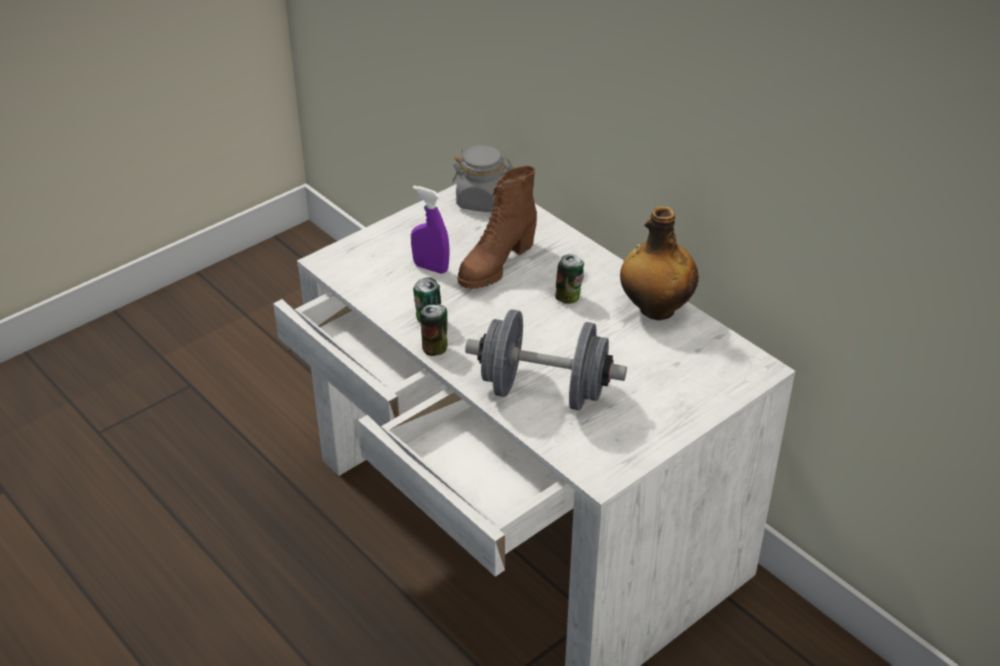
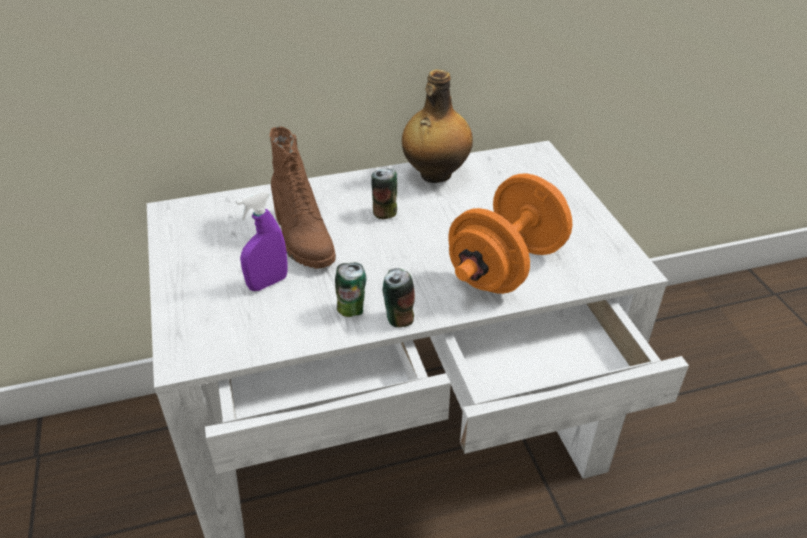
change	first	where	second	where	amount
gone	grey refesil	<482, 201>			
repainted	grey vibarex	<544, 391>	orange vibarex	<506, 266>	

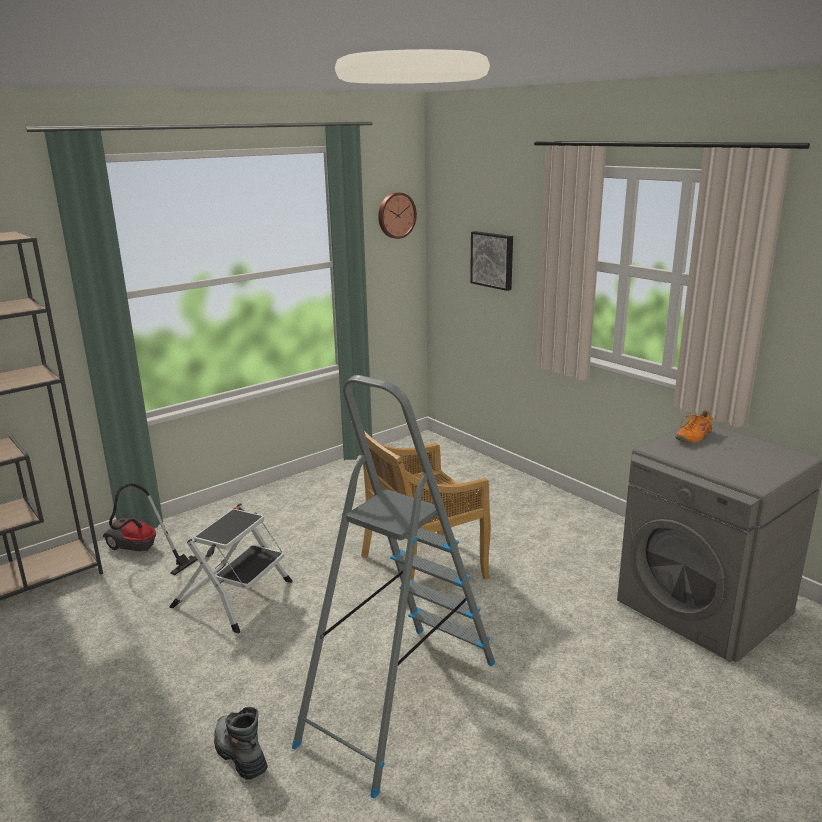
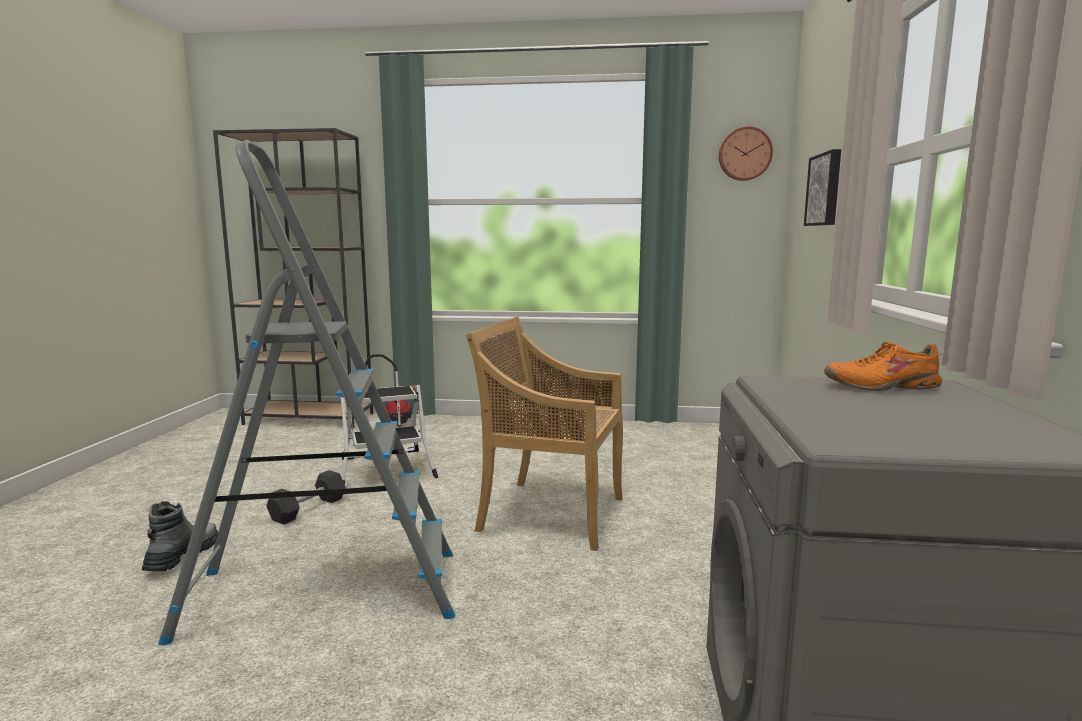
change	first	where	second	where	amount
new			black vibarex	<308, 509>	

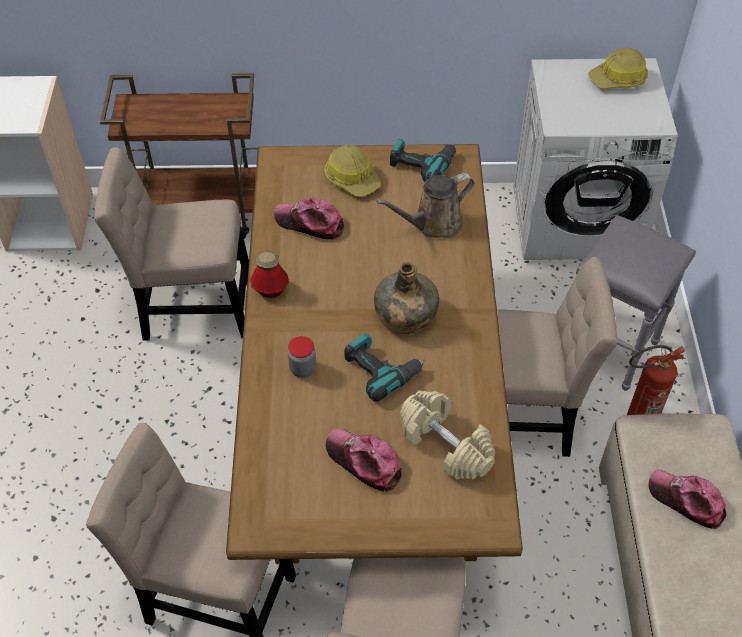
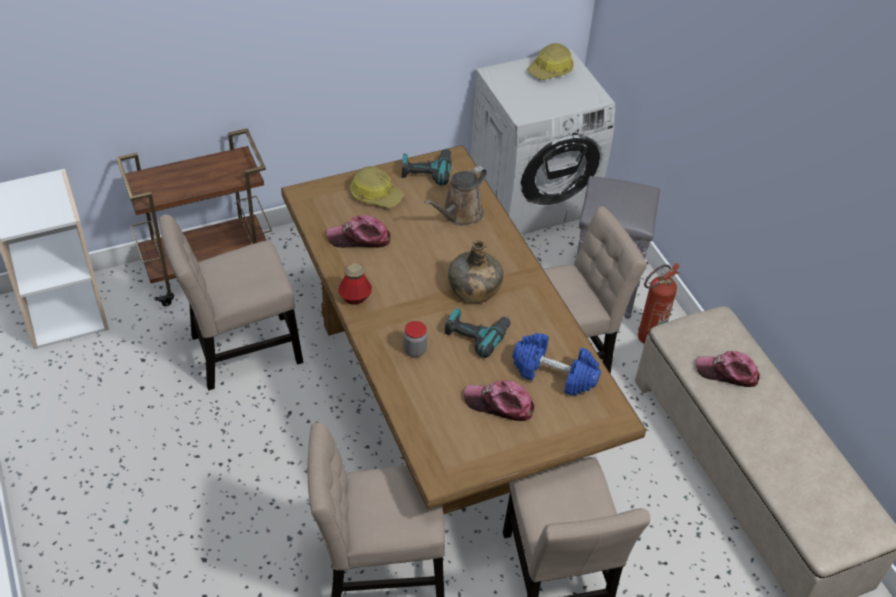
change	first	where	second	where	amount
repainted	beige vibarex	<446, 445>	blue vibarex	<555, 374>	

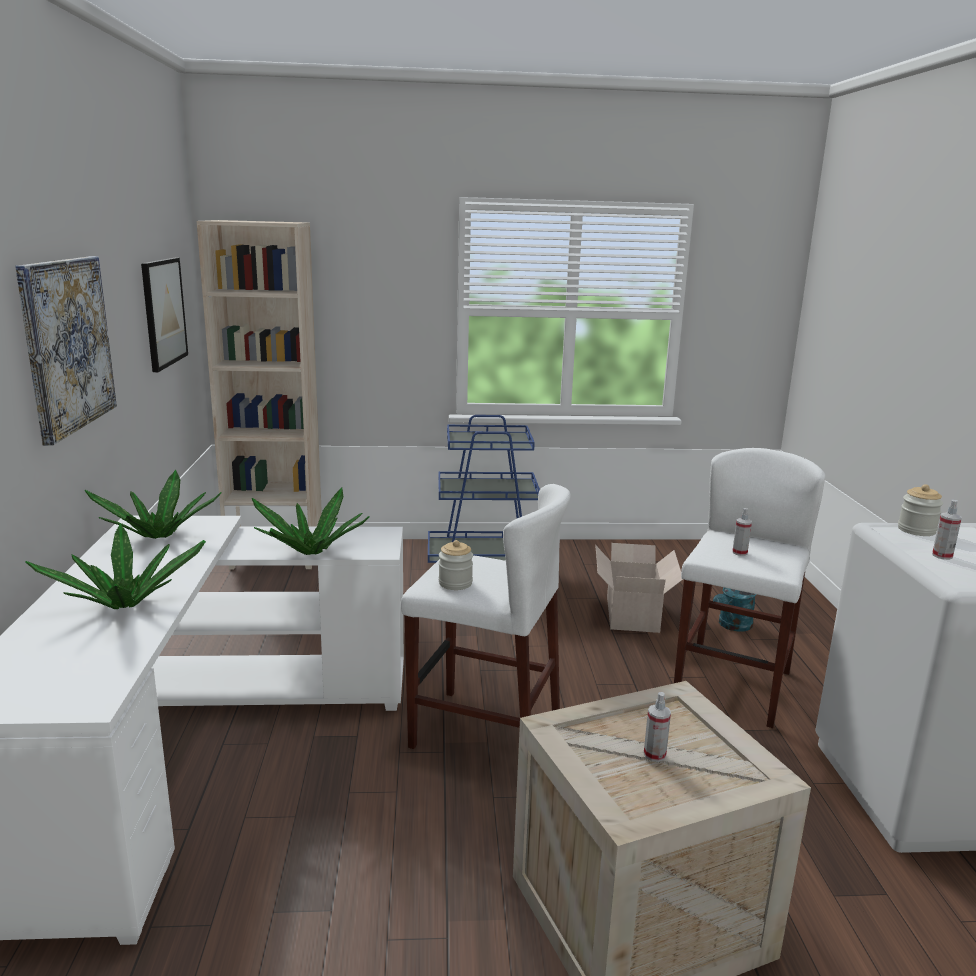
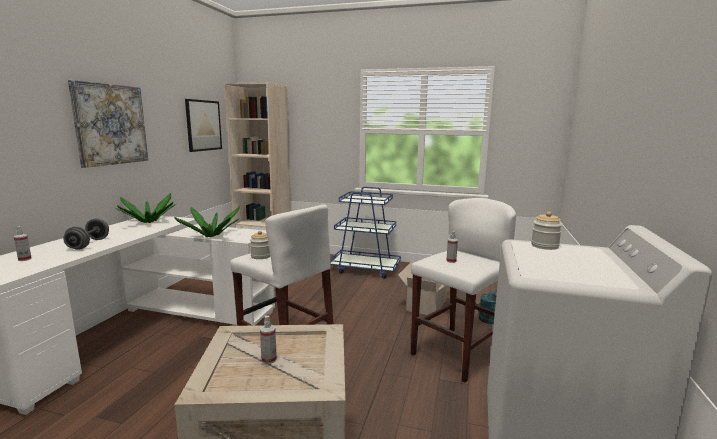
change	first	where	second	where	amount
shifted	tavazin	<942, 556>		<25, 259>	
swapped	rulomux	<125, 604>	grey vibarex	<89, 244>	

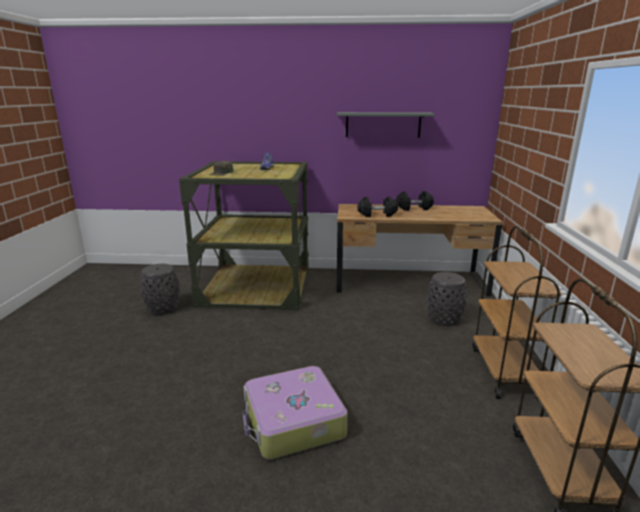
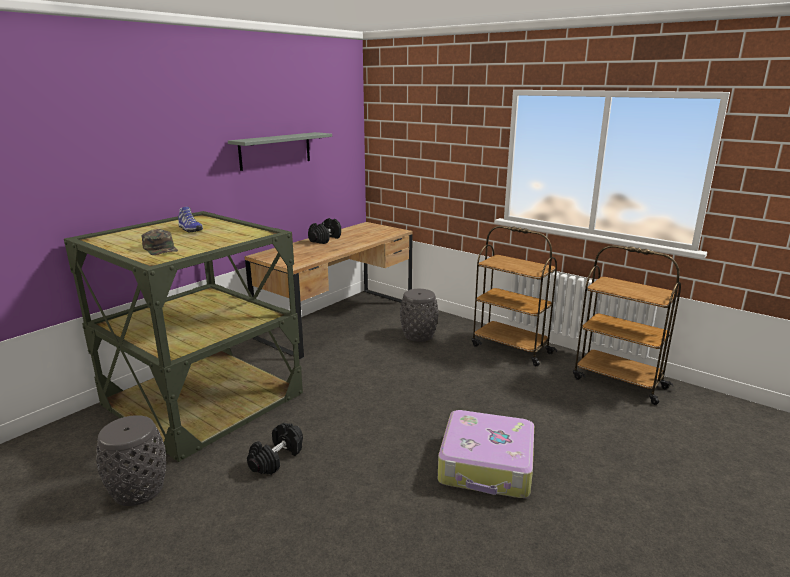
change	first	where	second	where	amount
shifted	black vibarex	<377, 214>		<276, 458>	

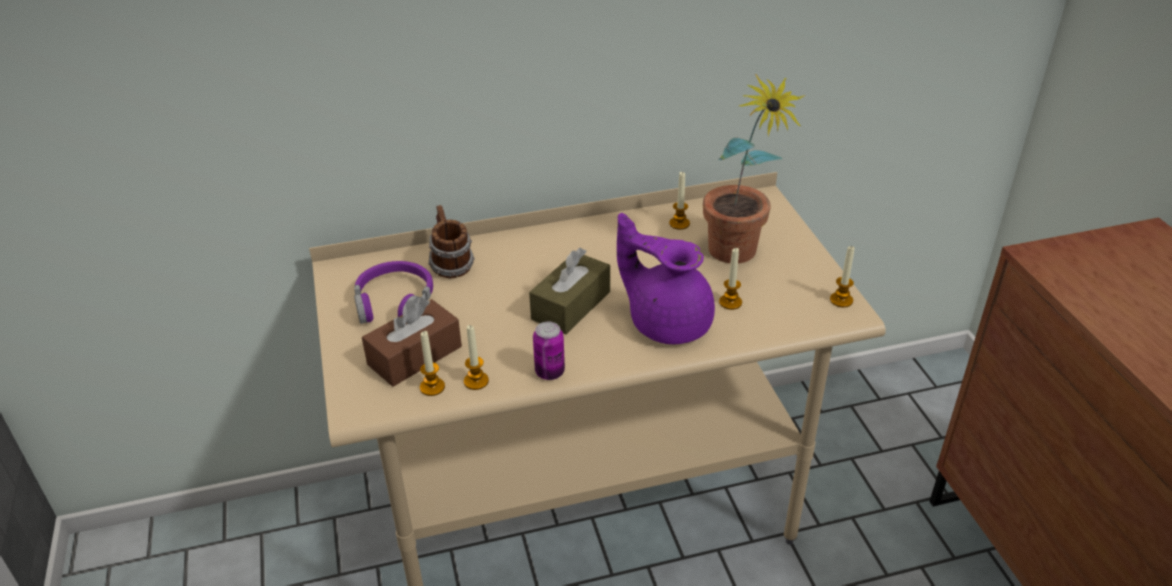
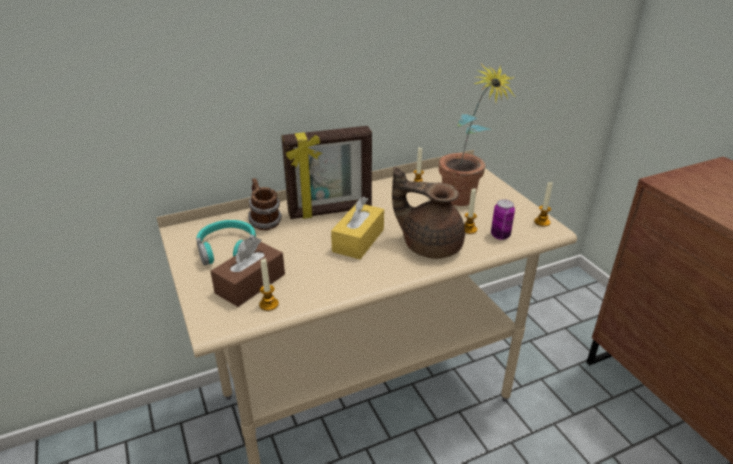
change	first	where	second	where	amount
repainted	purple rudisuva	<667, 321>	brown rudisuva	<429, 245>	
repainted	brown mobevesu	<571, 305>	yellow mobevesu	<358, 240>	
repainted	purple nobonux	<394, 302>	turquoise nobonux	<227, 249>	
shifted	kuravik	<550, 372>		<500, 235>	
gone	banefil	<476, 381>			
new			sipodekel	<330, 211>	

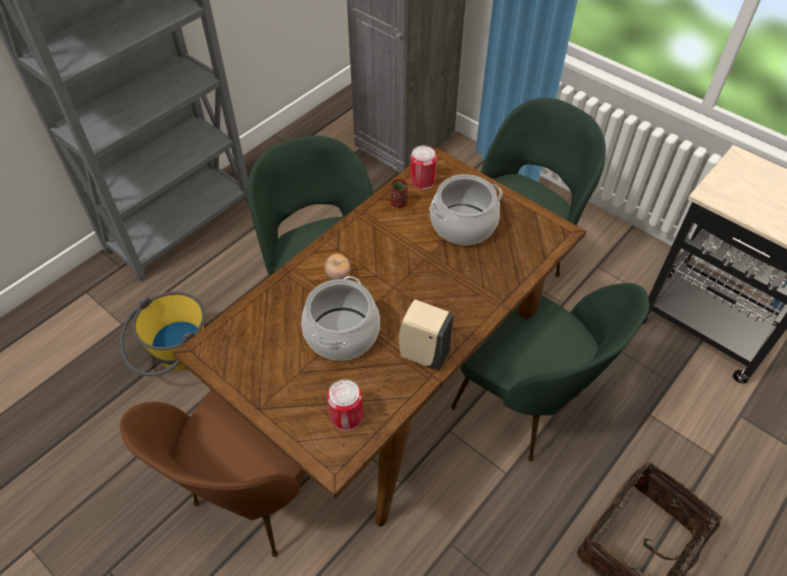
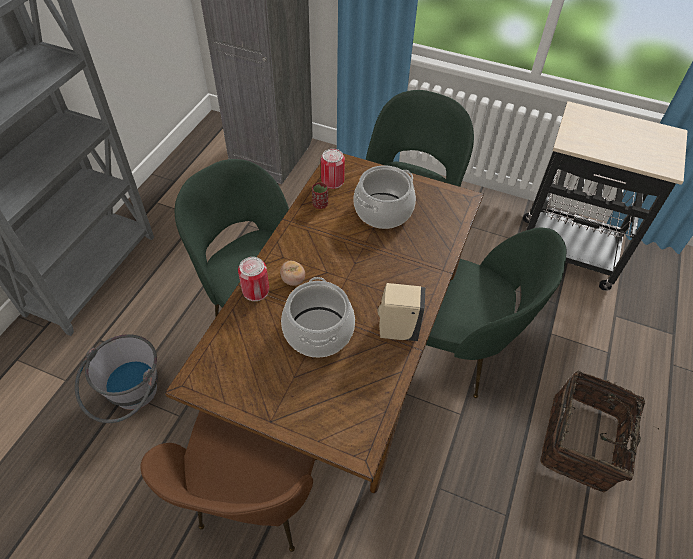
change	first	where	second	where	amount
repainted	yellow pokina	<174, 359>	grey pokina	<131, 399>	
shifted	kuravik	<346, 416>		<255, 290>	

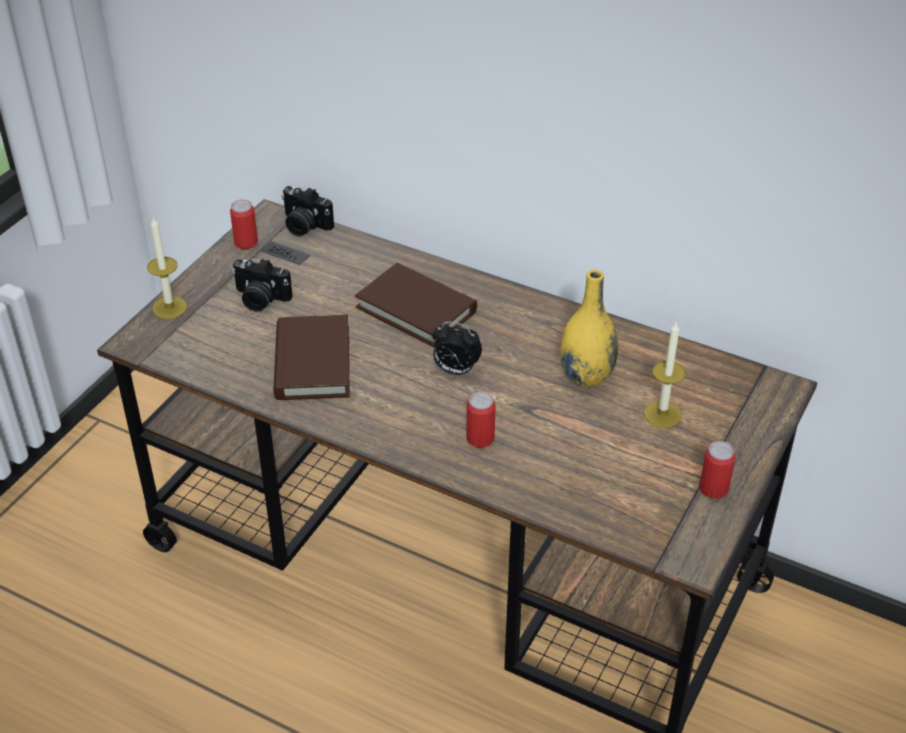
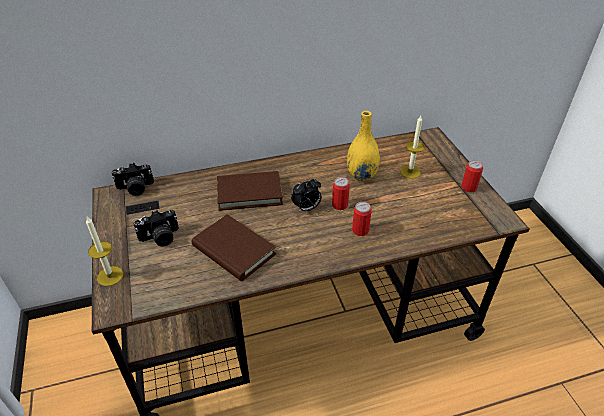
change	first	where	second	where	amount
shifted	kuravik	<246, 242>		<340, 205>	

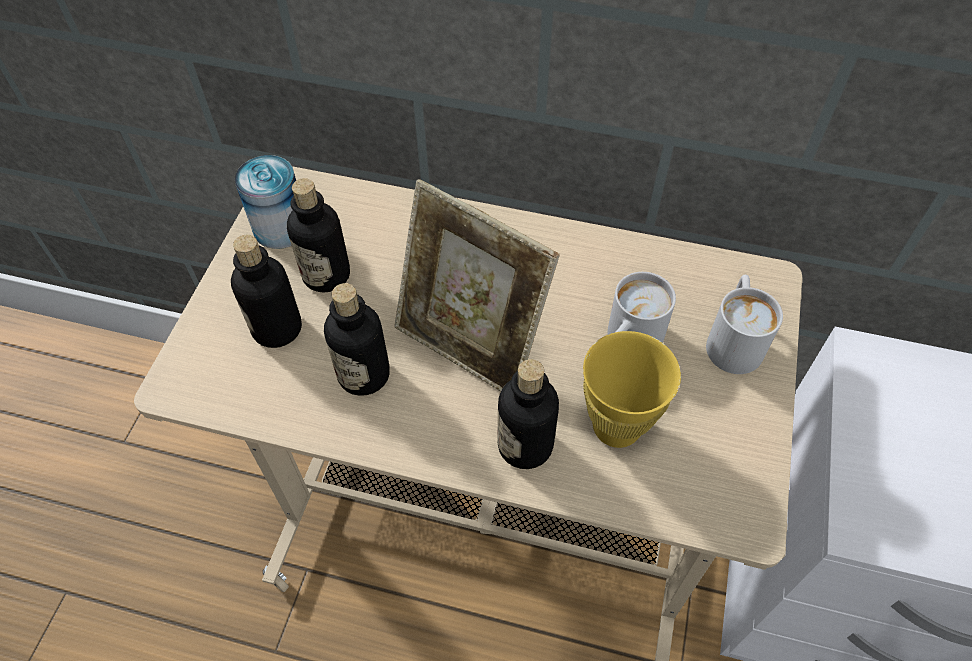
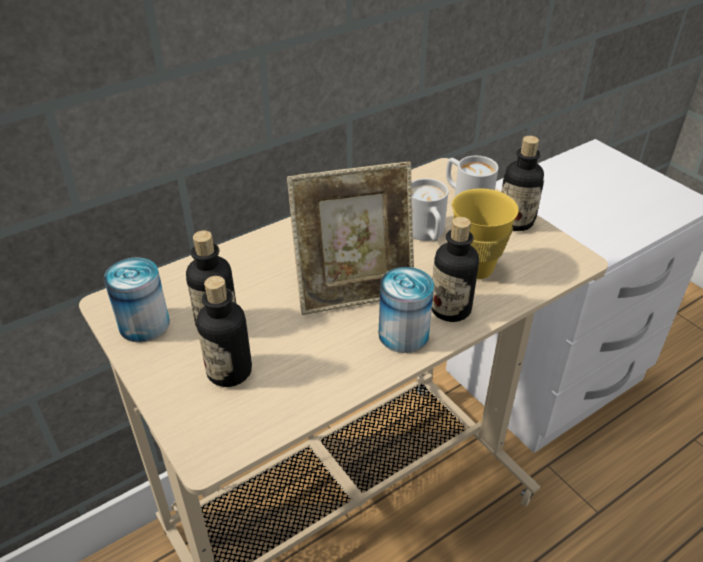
change	first	where	second	where	amount
shifted	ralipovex	<364, 374>		<515, 222>	
new			kuravik	<403, 334>	

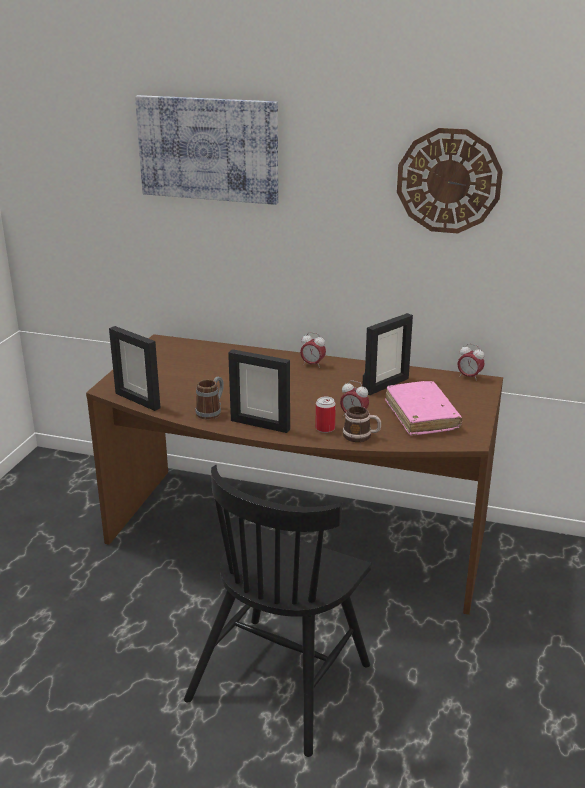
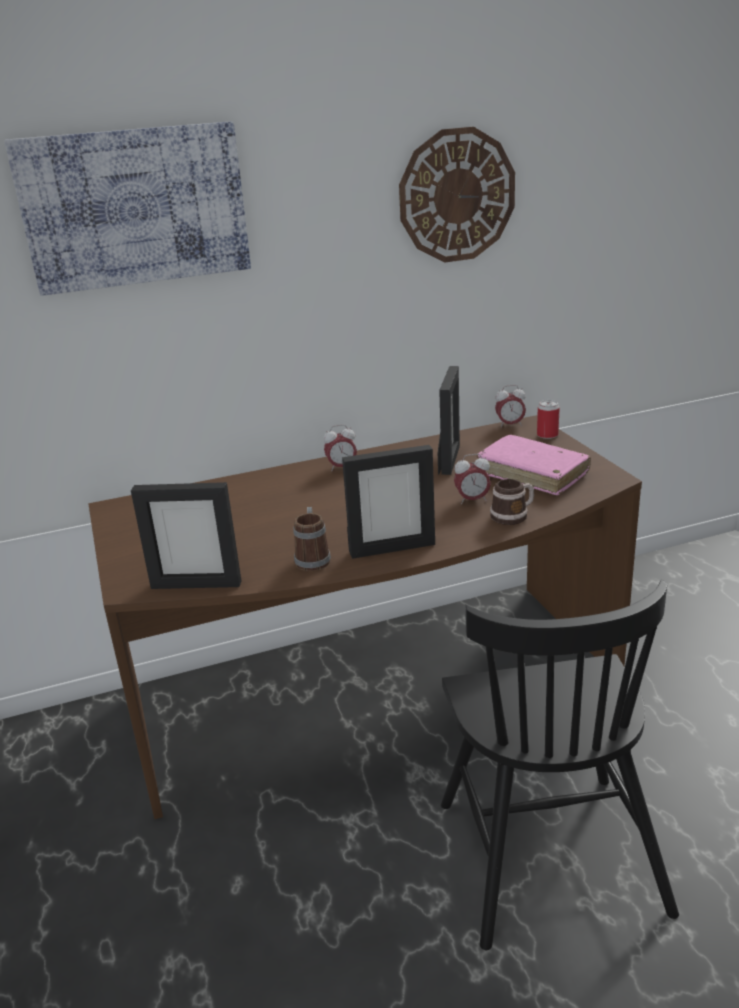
change	first	where	second	where	amount
shifted	kuravik	<325, 428>		<547, 435>	

